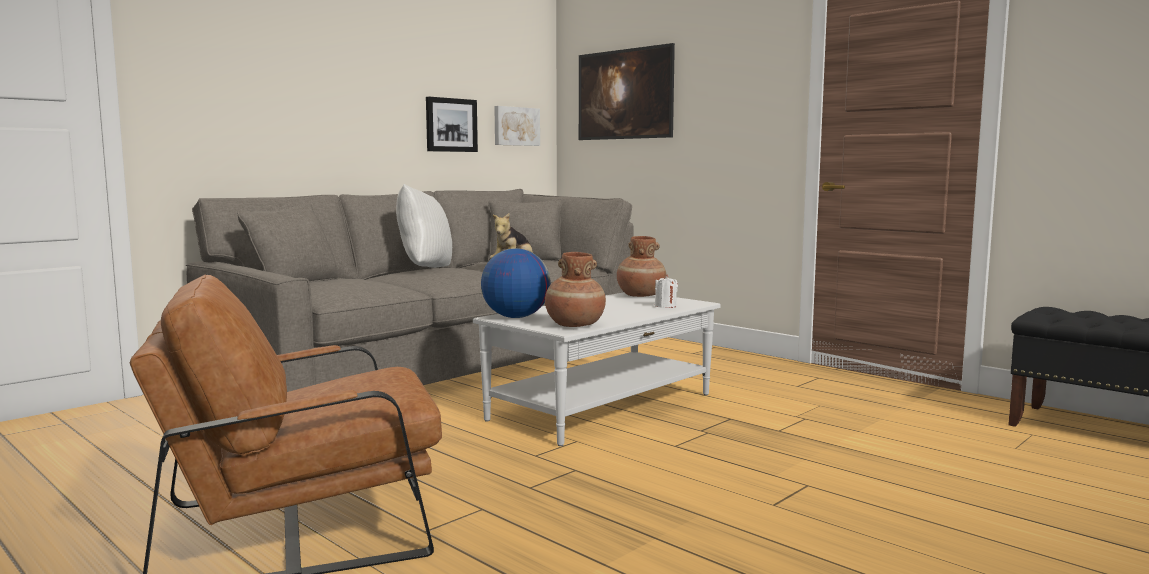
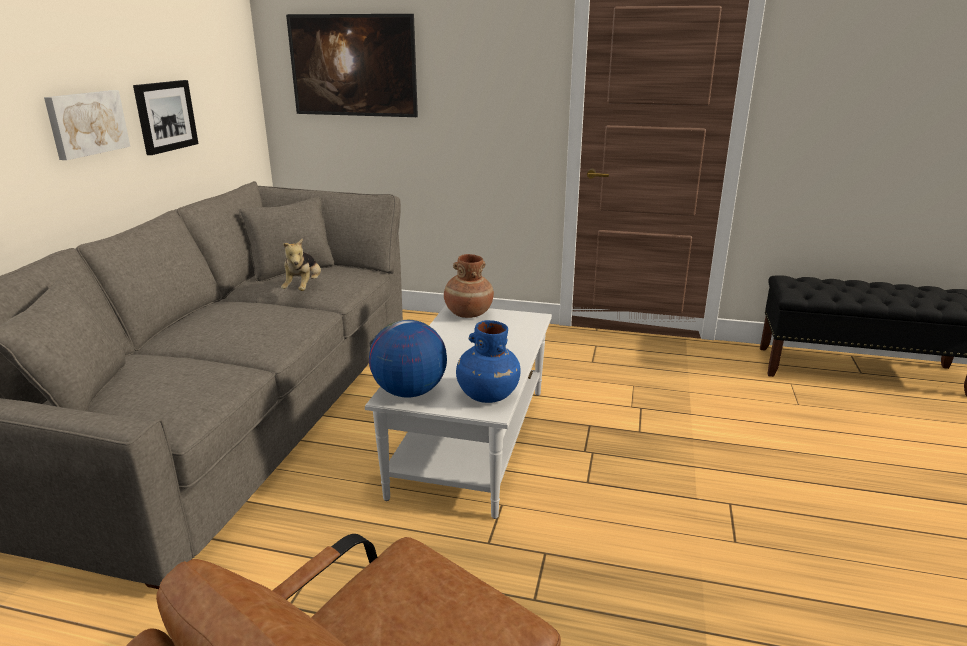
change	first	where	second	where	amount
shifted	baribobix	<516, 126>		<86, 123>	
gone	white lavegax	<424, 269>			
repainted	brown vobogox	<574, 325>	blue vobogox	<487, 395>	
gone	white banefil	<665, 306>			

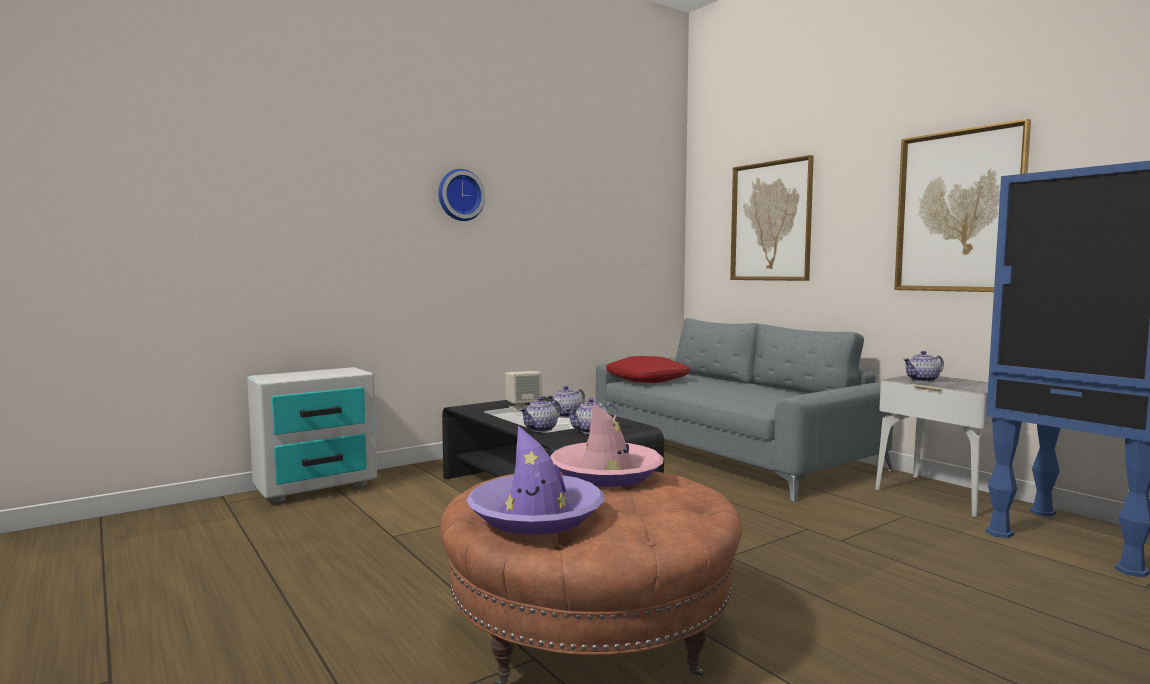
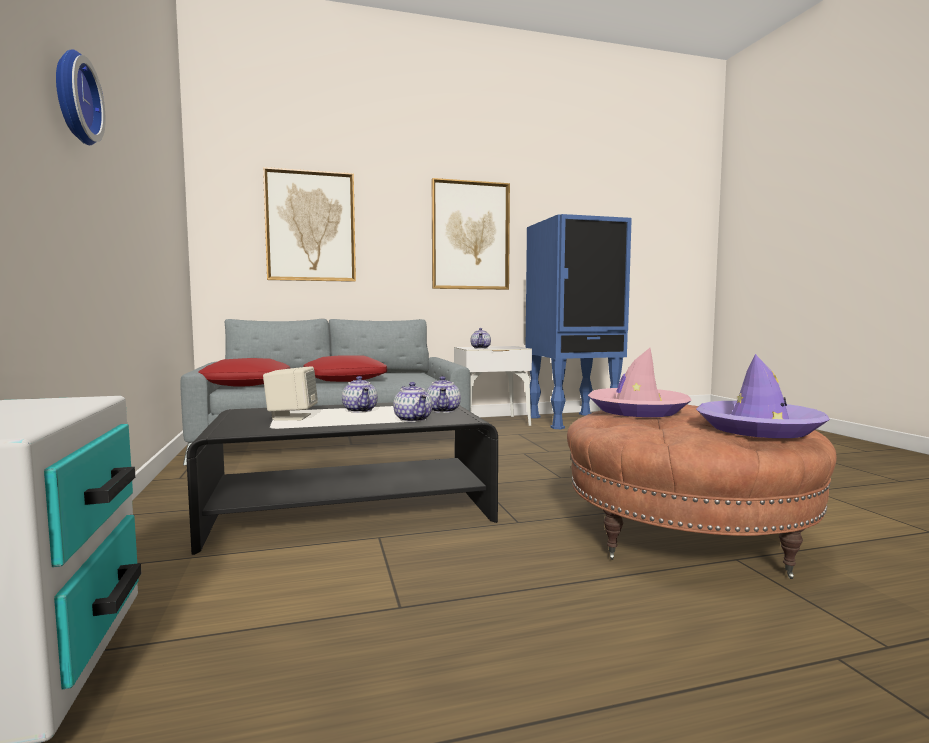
change	first	where	second	where	amount
new			red lavegax	<345, 379>	

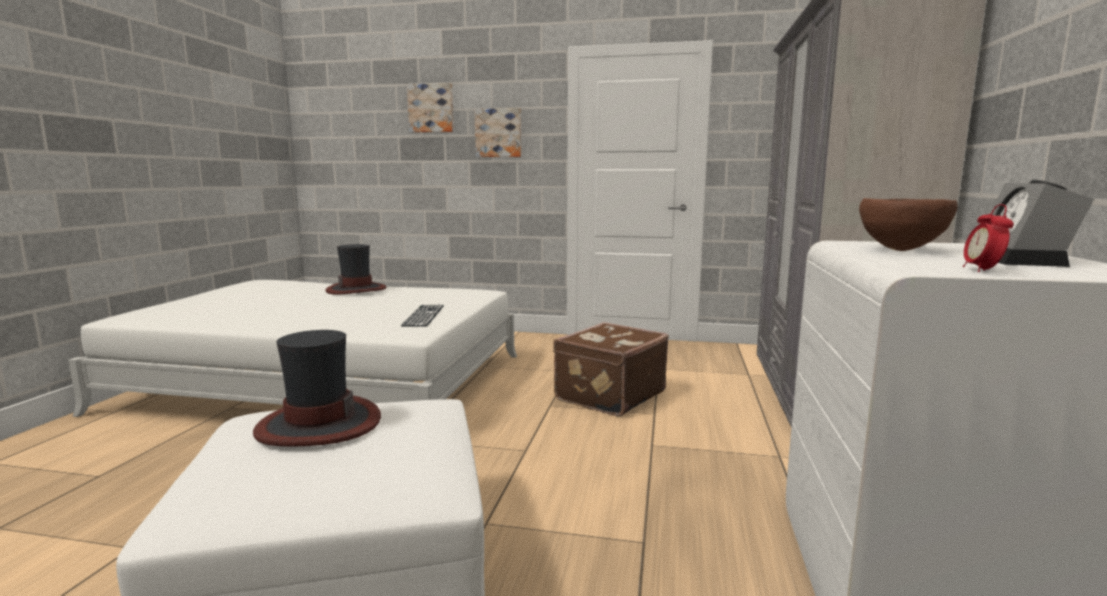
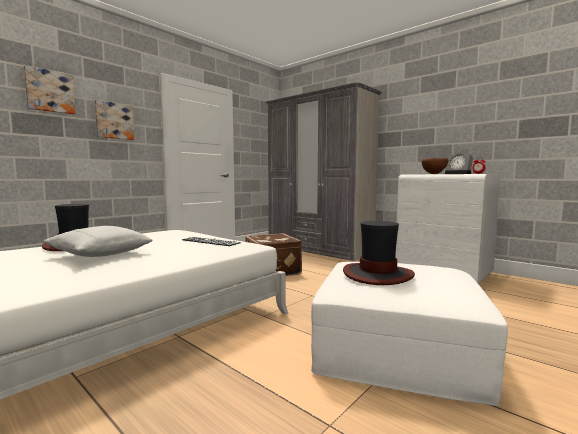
change	first	where	second	where	amount
new			grey lavegax	<100, 255>	

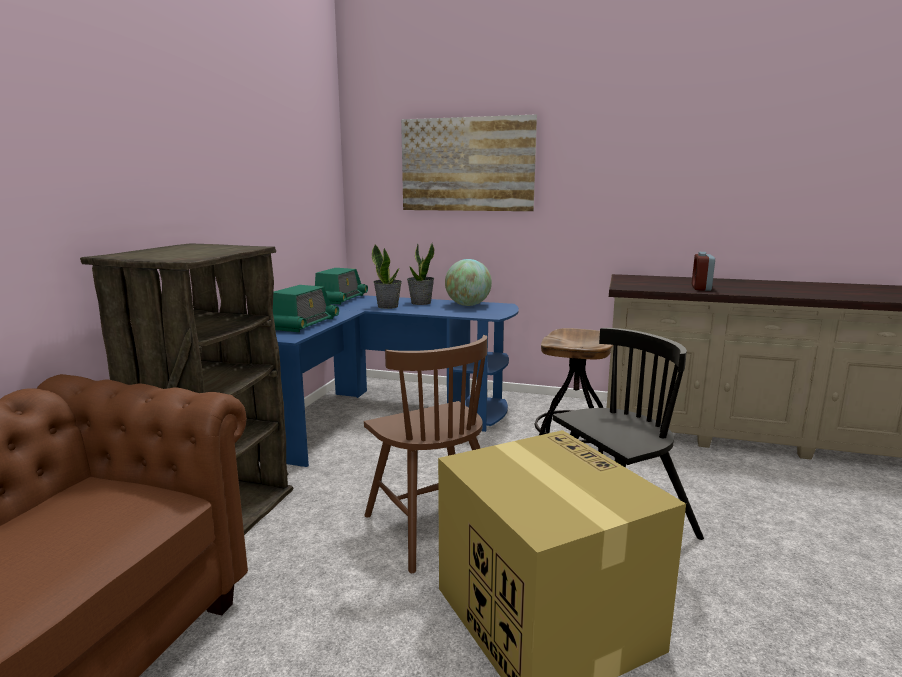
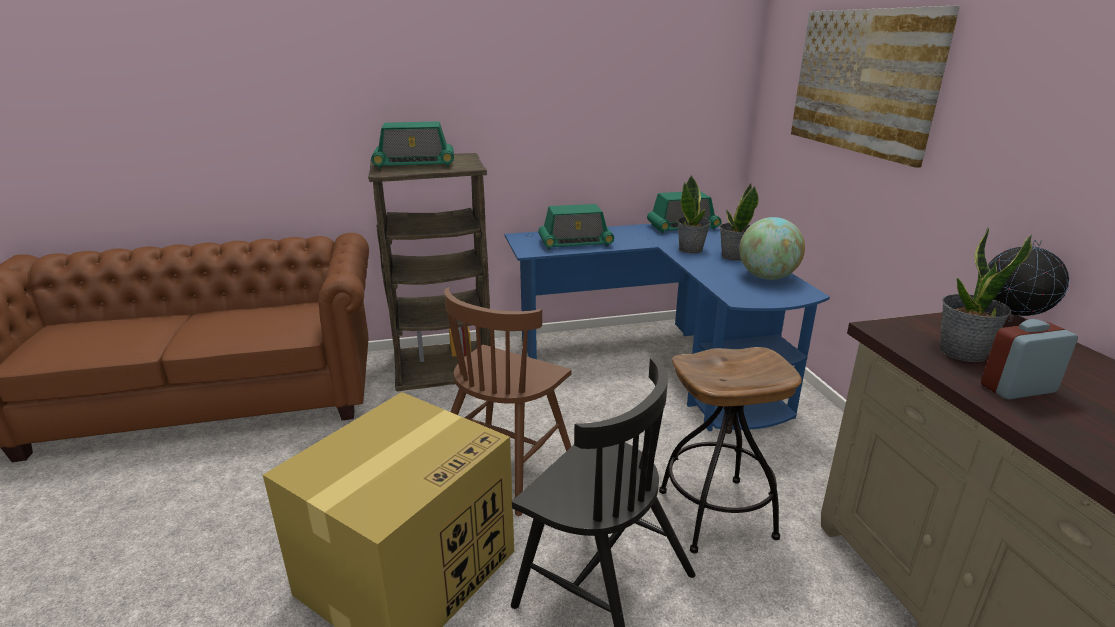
change	first	where	second	where	amount
new			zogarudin	<414, 164>	
new			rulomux	<962, 352>	
new			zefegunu	<1010, 322>	

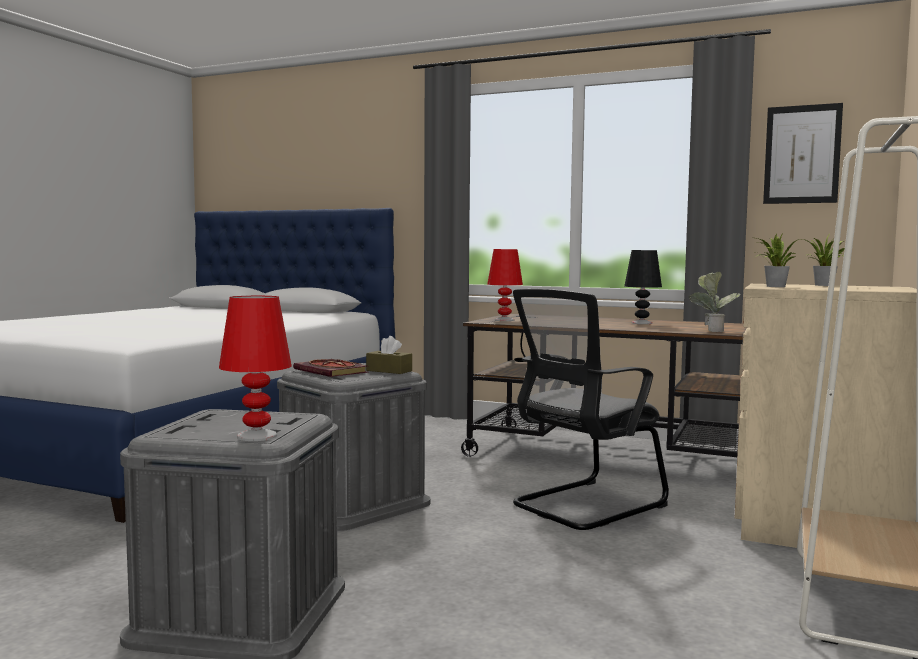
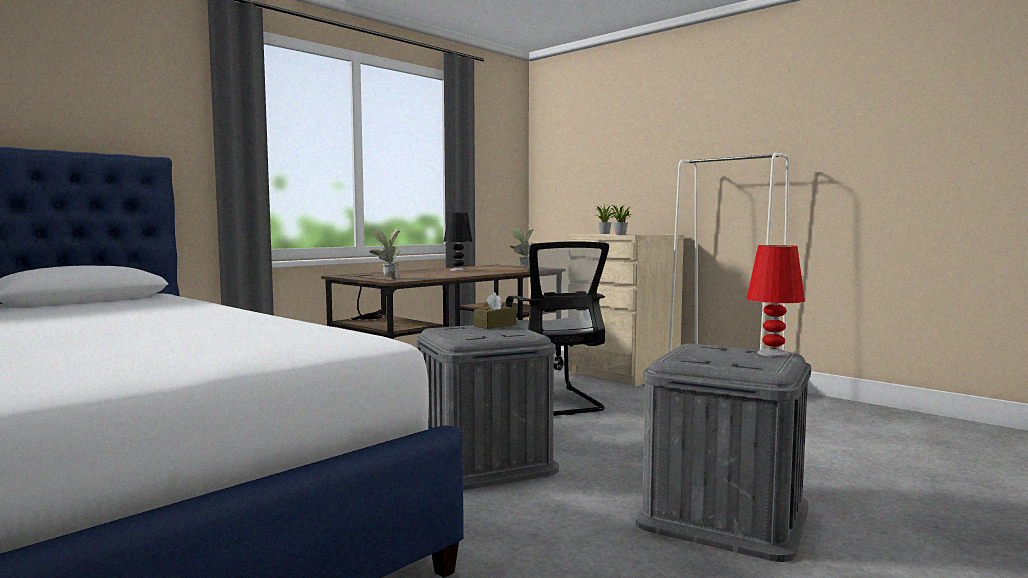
change	first	where	second	where	amount
gone	baribobix	<802, 154>			
swapped	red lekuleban	<504, 320>	rulomux	<387, 278>	
gone	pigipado	<333, 371>			

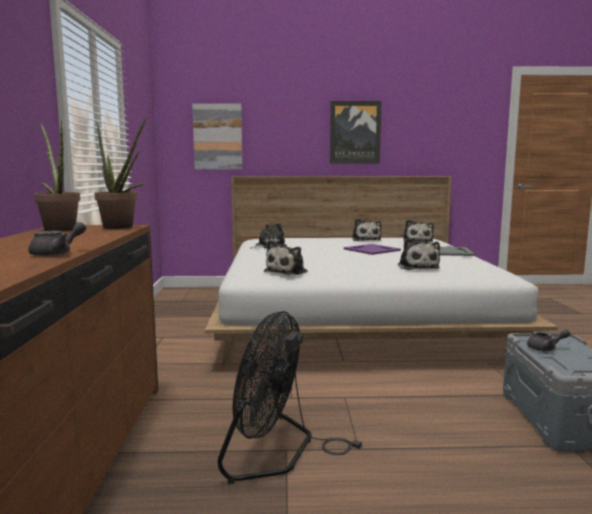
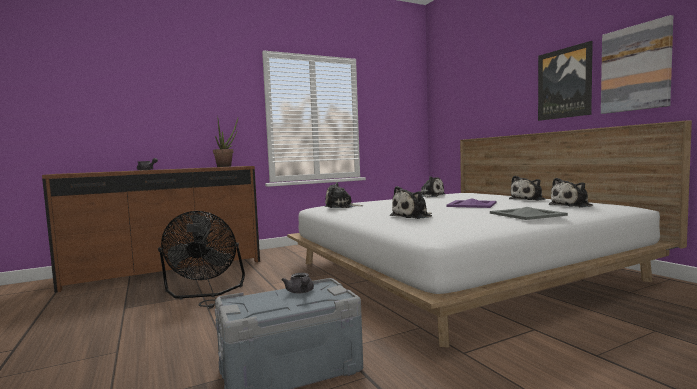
change	first	where	second	where	amount
shifted	baribobix	<218, 137>		<635, 68>	
gone	rulomux	<122, 227>			

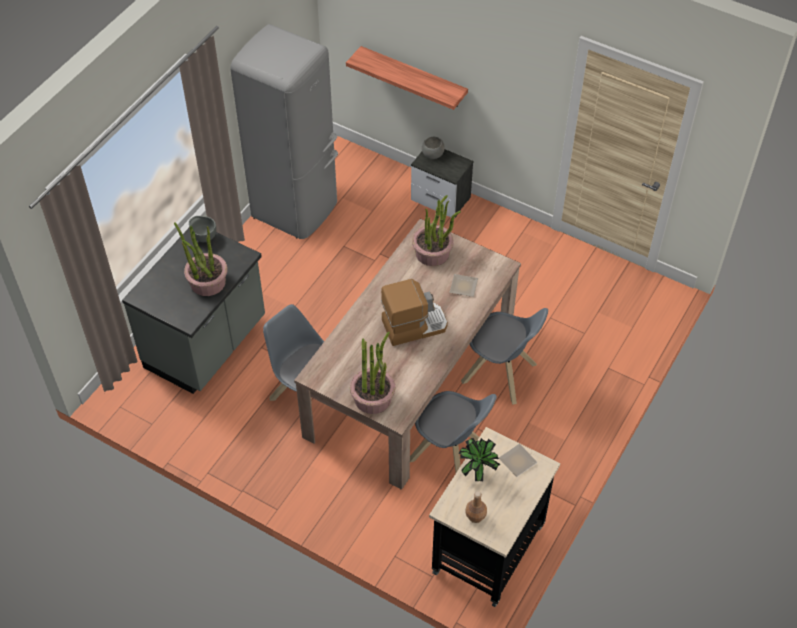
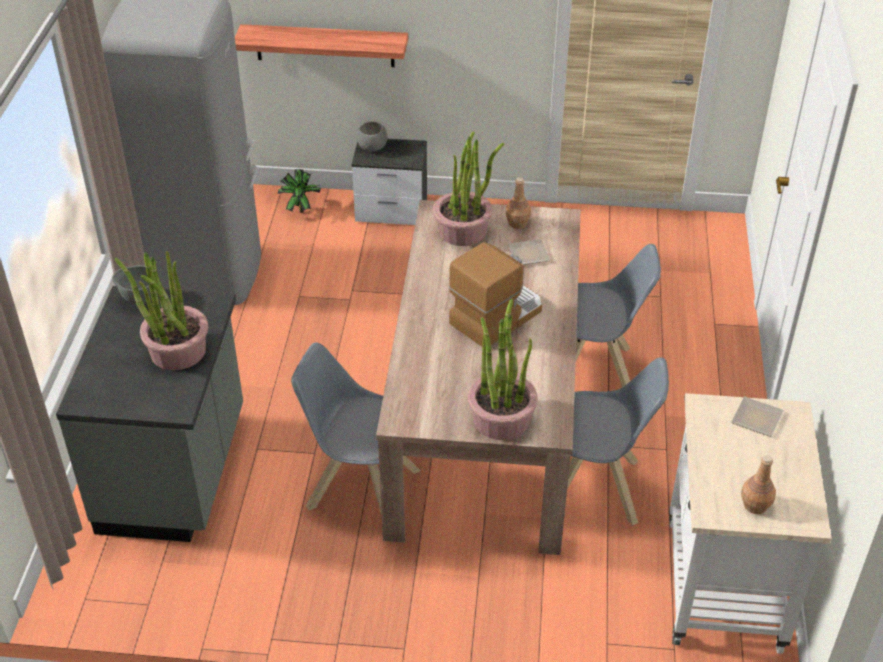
change	first	where	second	where	amount
repainted	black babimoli	<488, 551>	white babimoli	<724, 587>	
shifted	rulomux	<477, 469>		<300, 210>	
new			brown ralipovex	<517, 223>	

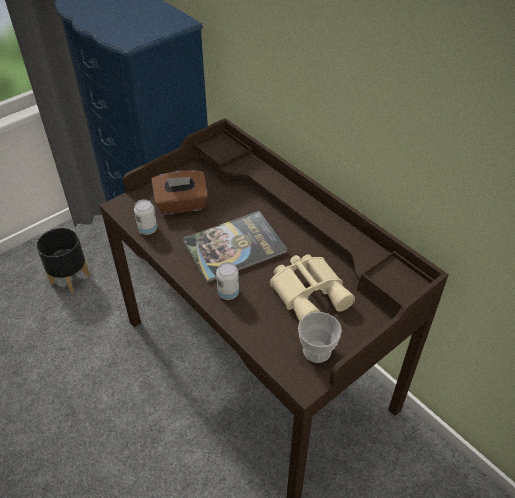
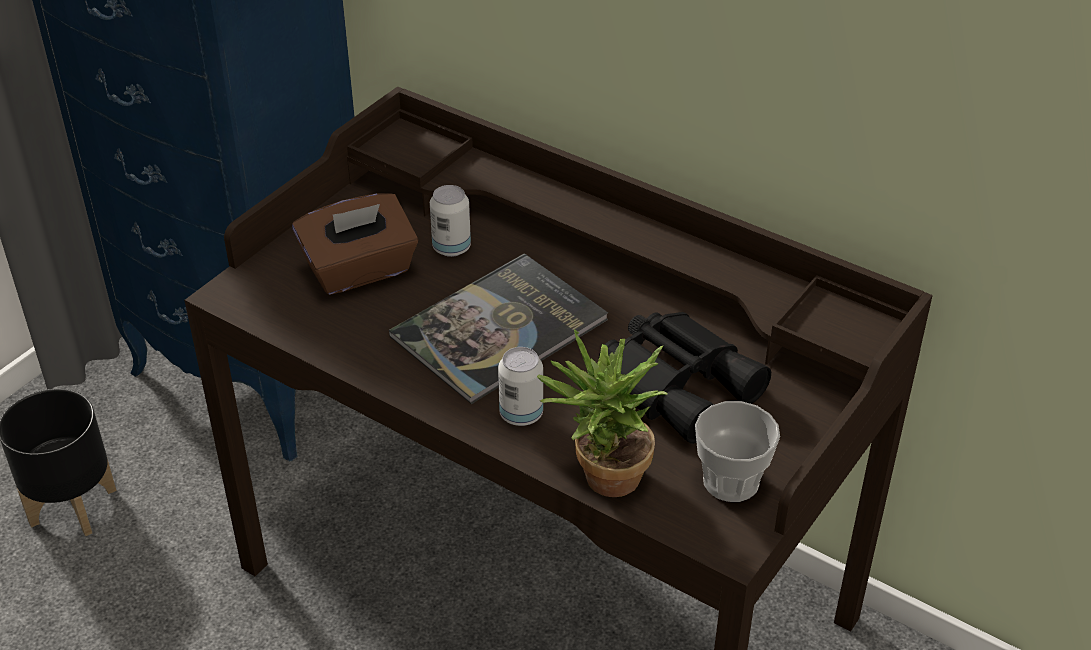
change	first	where	second	where	amount
shifted	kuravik	<147, 229>		<451, 248>	
repainted	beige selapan	<310, 292>	black selapan	<678, 382>	
new			rulomux	<601, 480>	

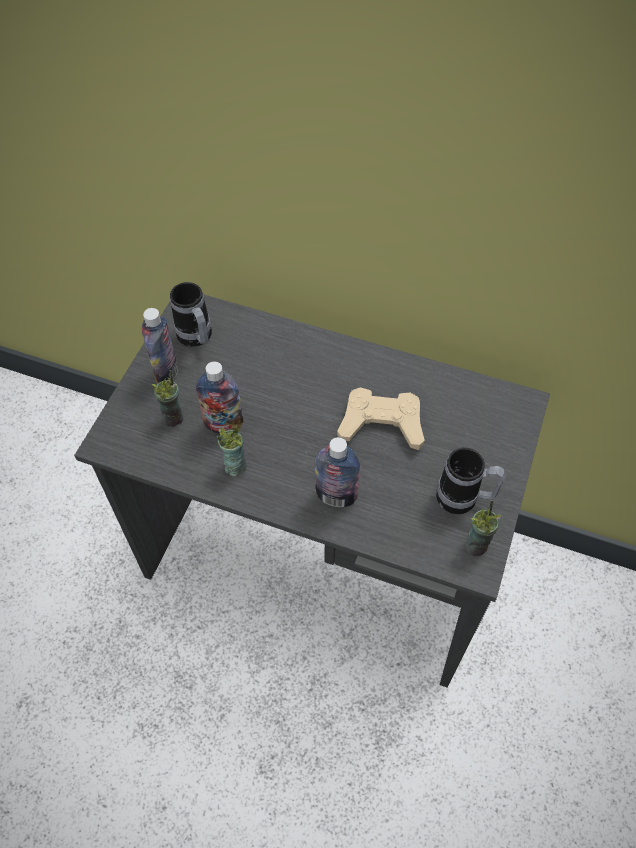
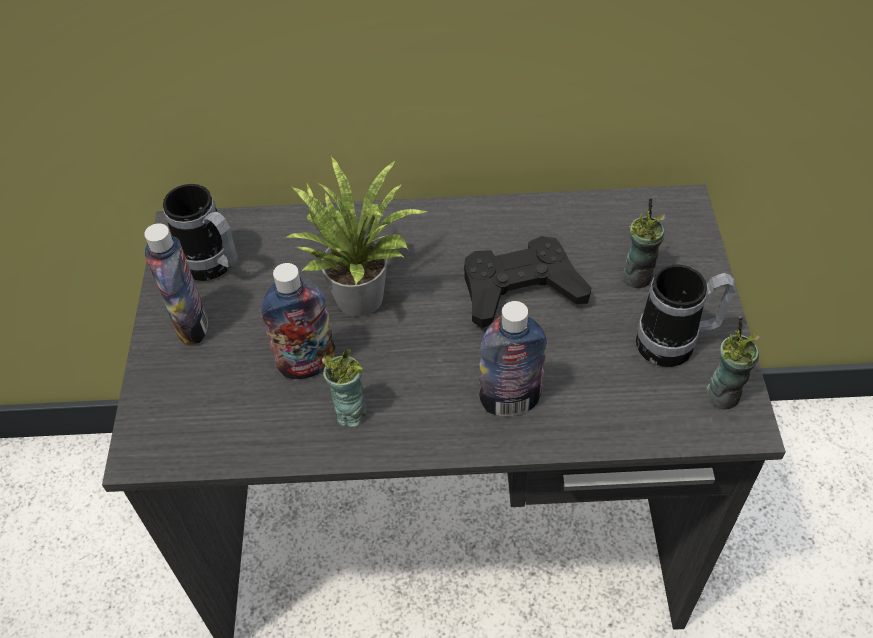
change	first	where	second	where	amount
shifted	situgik	<174, 418>		<638, 276>	
repainted	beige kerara	<381, 423>	black kerara	<520, 289>	
new			rulomux	<360, 292>	

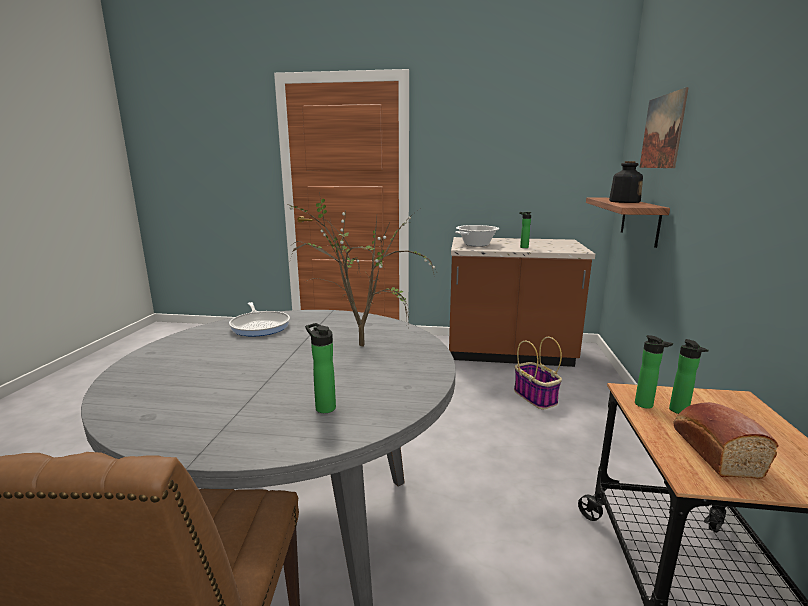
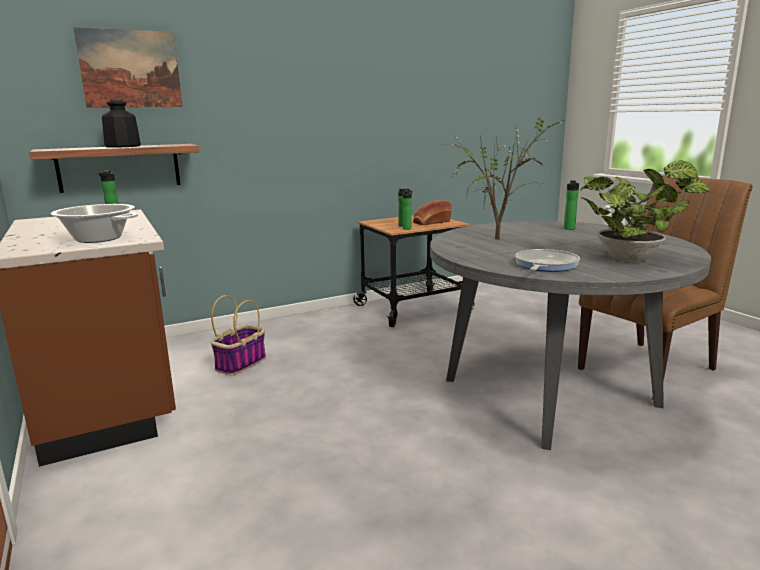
change	first	where	second	where	amount
new			rulomux	<633, 259>	

